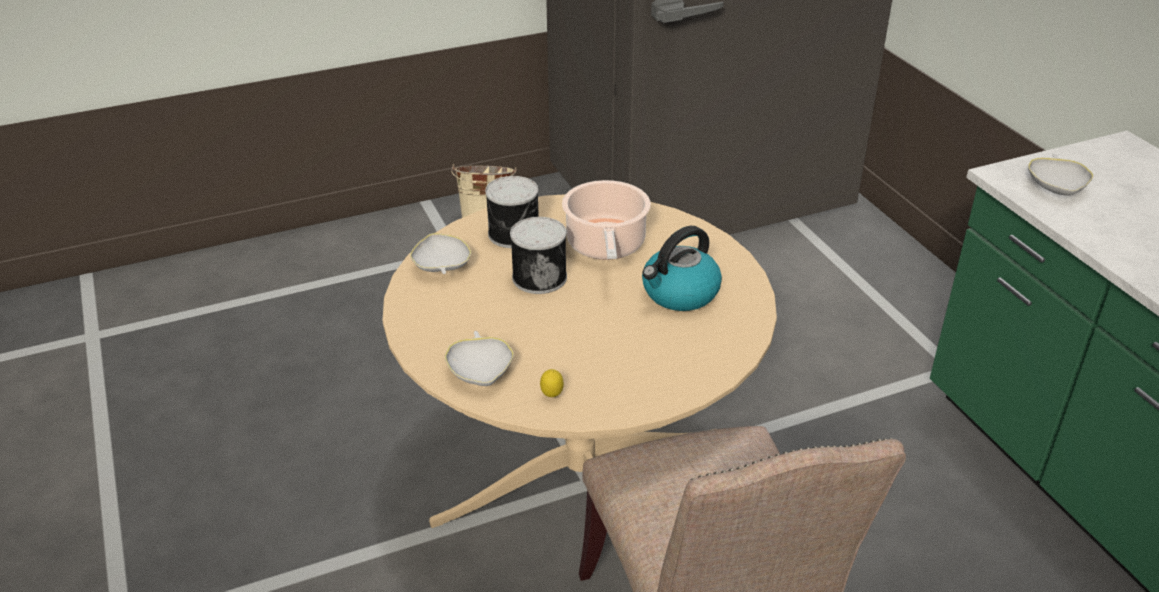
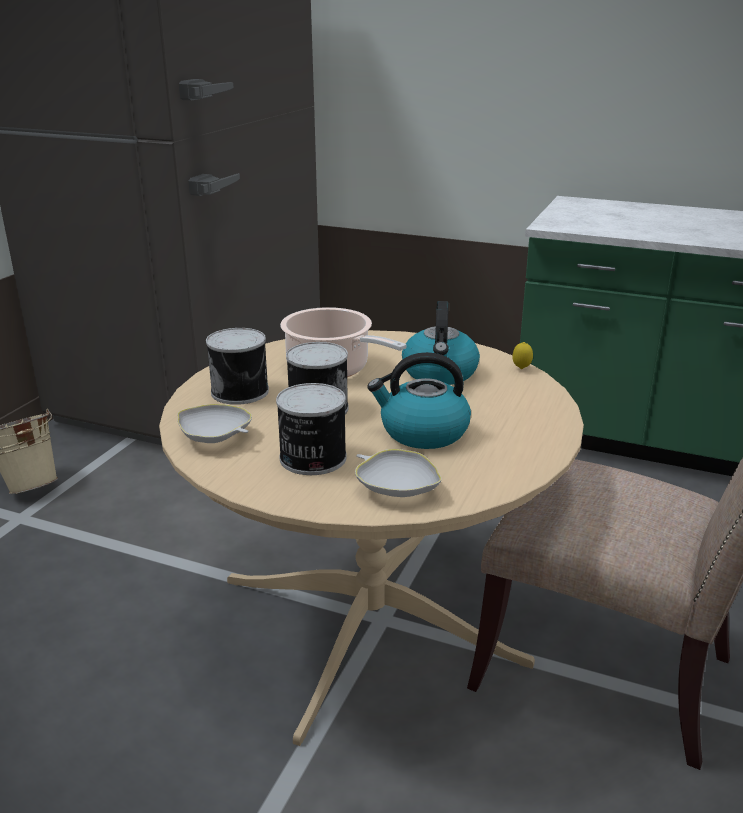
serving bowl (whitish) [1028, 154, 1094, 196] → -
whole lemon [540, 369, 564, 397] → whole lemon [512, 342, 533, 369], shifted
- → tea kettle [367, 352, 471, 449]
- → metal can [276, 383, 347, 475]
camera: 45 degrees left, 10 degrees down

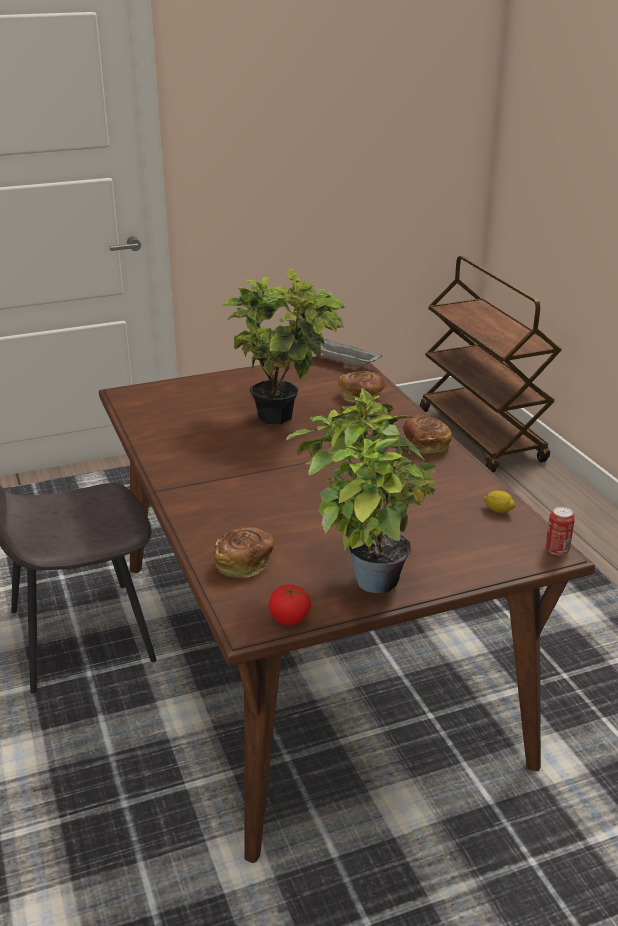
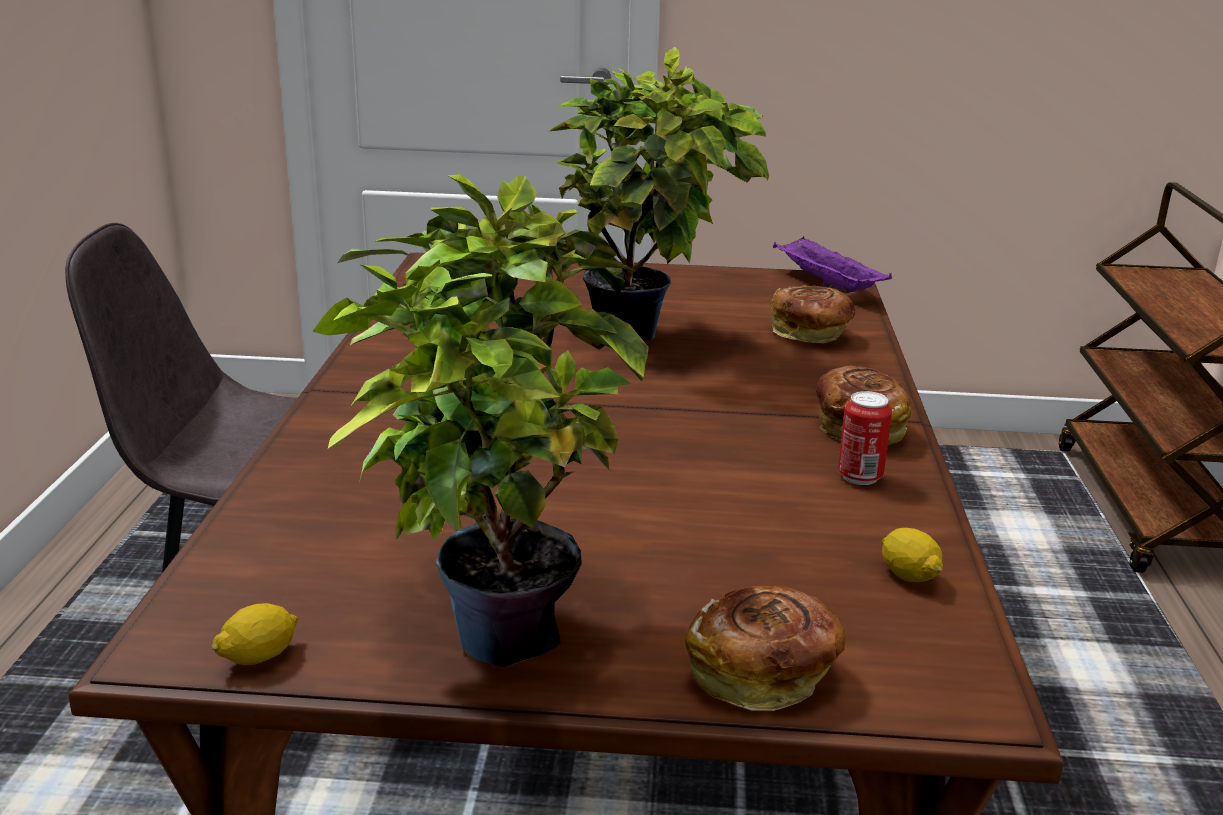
tray (grey) [320, 339, 383, 367] → tray (purplish) [773, 236, 892, 293]
metal can [545, 506, 575, 555] → metal can [838, 391, 892, 485], shifted
bakery bread [214, 527, 275, 577] → bakery bread [685, 586, 845, 711], shifted
fresh tomato [269, 584, 311, 625] → whole lemon [212, 603, 298, 665]
camera: 25 degrees right, 5 degrees down

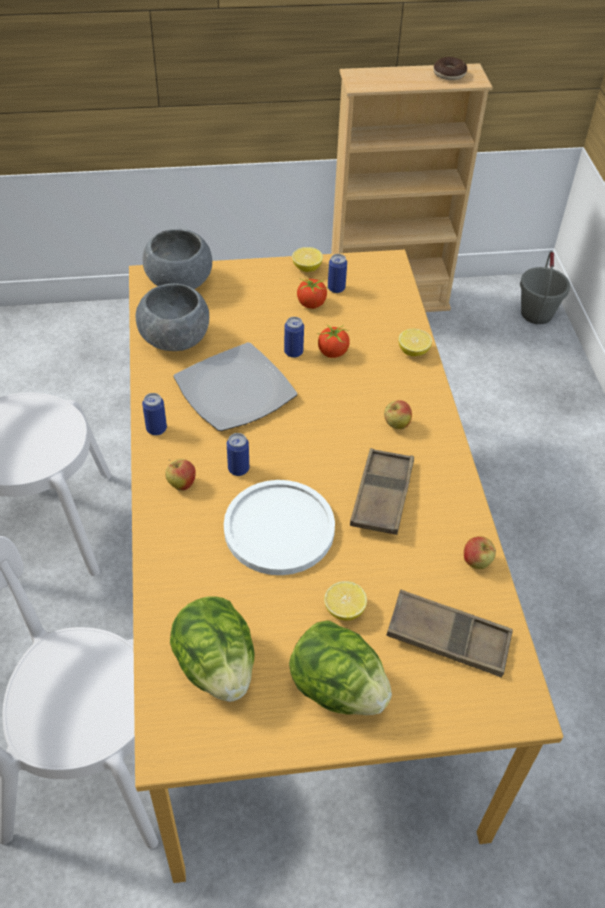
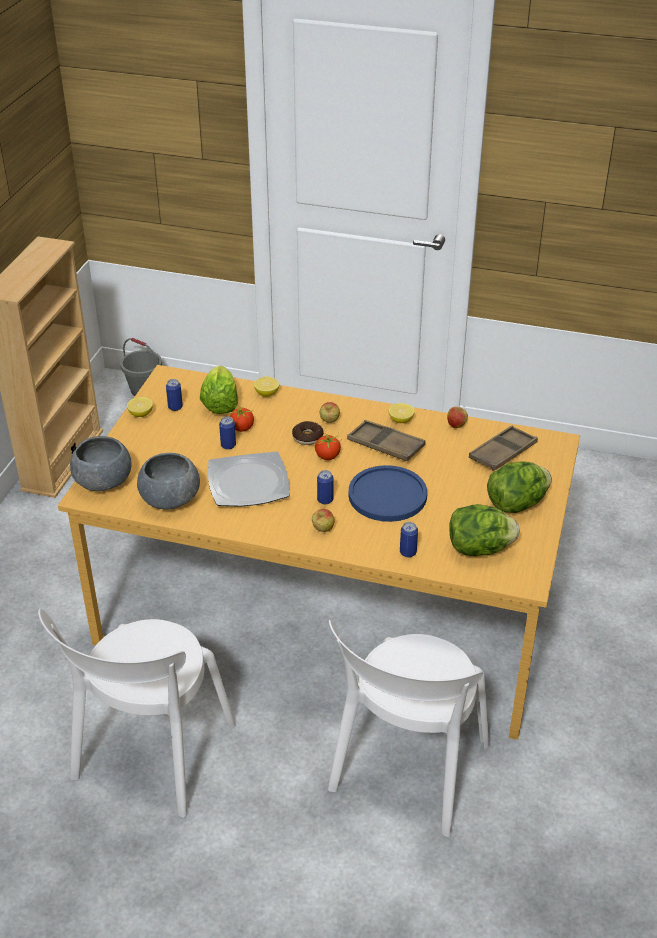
ring doughnut [433, 57, 467, 80] → ring doughnut [292, 421, 324, 445], shifted
fresh tomato [297, 278, 327, 309] → fresh tomato [315, 433, 342, 460], shifted
metal can [142, 393, 167, 435] → metal can [400, 522, 418, 557], shifted
flat dish (whitish) [224, 480, 335, 575] → flat dish (blue-coloured) [349, 465, 427, 522]
whole lemon [324, 581, 367, 621] → whole lemon [389, 403, 415, 423], shifted
- → lettuce [200, 366, 238, 414]
camera: 65 degrees left, 10 degrees down

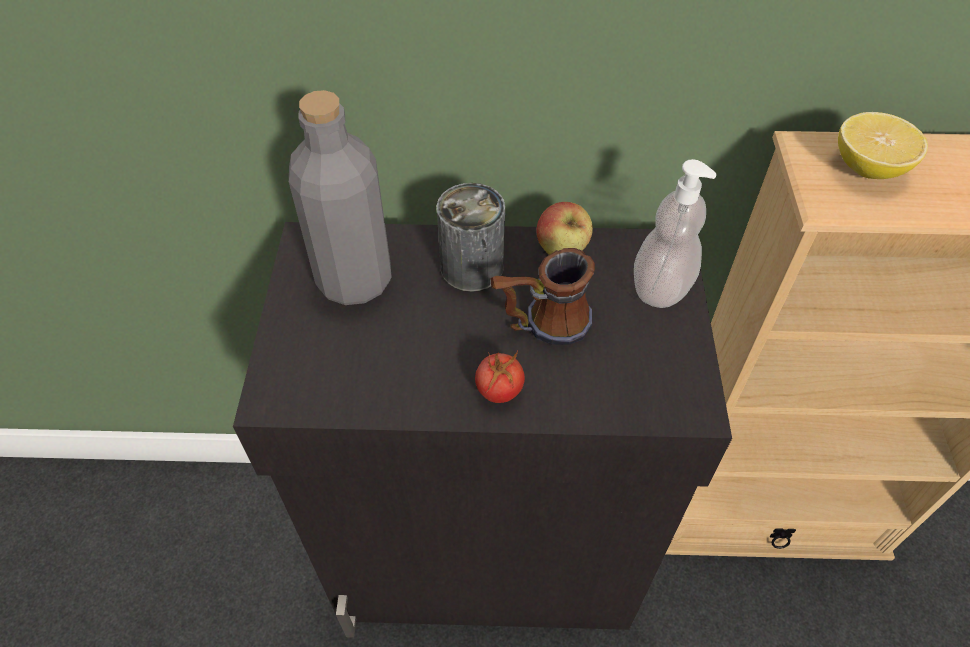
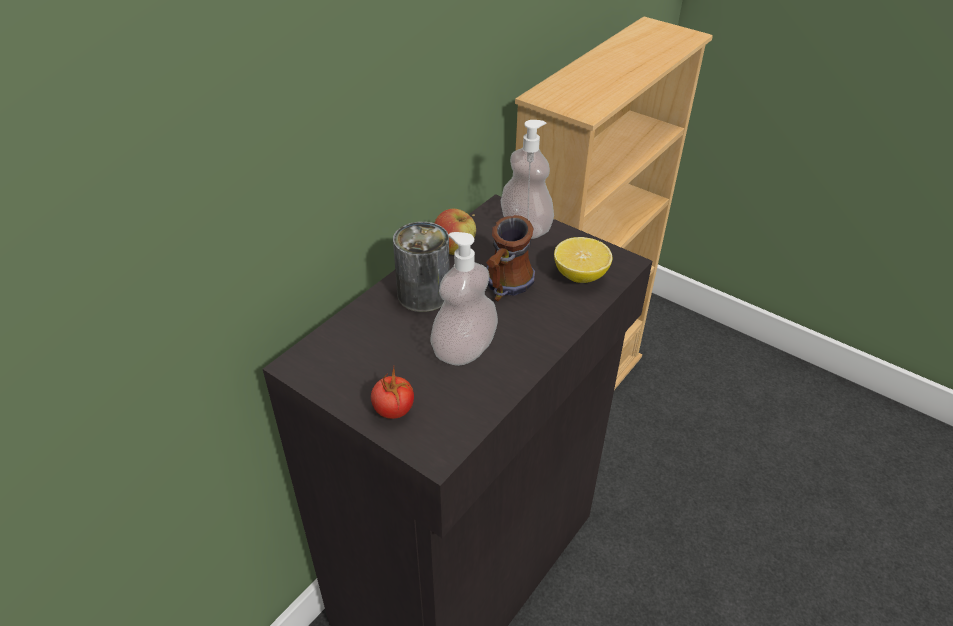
beverage bottle (grey) [289, 90, 391, 305] → -
whole lemon [838, 112, 928, 179] → whole lemon [554, 237, 612, 283], shifted
fresh tomato [475, 351, 525, 403] → fresh tomato [371, 368, 414, 419], shifted
- → liquid soap bottle [431, 232, 498, 366]
camera: 55 degrees left, 10 degrees down

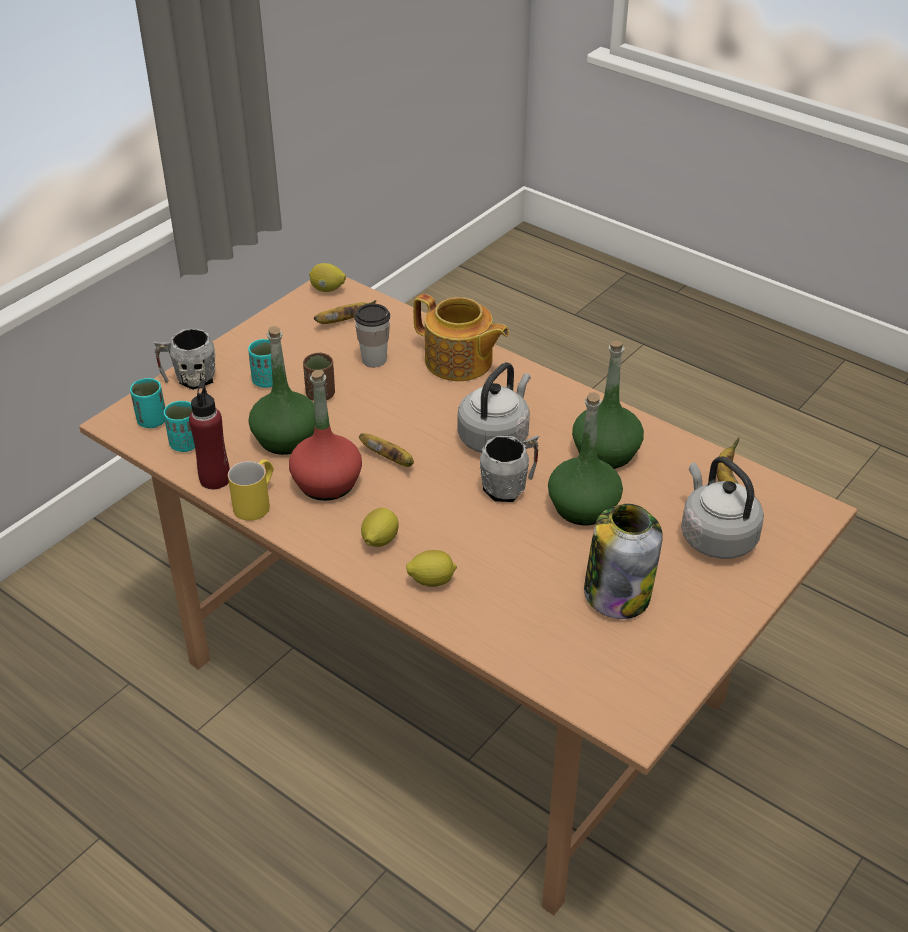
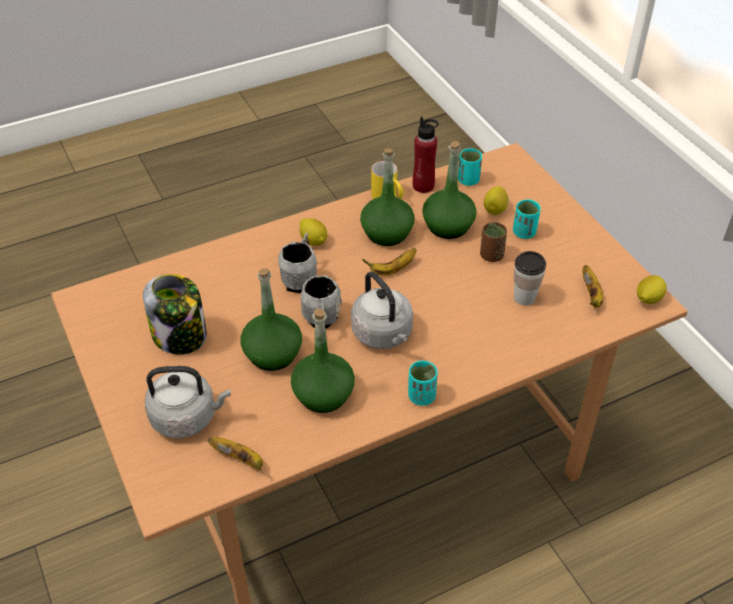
teapot [413, 294, 509, 381] → -
coffee mug (grey) [153, 329, 216, 390] → coffee mug (grey) [278, 233, 317, 293], shifted
beverage bottle (reddish) [289, 370, 362, 501] → beverage bottle (green) [360, 148, 415, 246]
small cup (turquoise-coloured) [130, 378, 165, 428] → small cup (turquoise-coloured) [408, 361, 438, 406], shifted
whole lemon [406, 550, 457, 587] → whole lemon [484, 186, 509, 215], shifted
camera: 115 degrees right, 5 degrees up

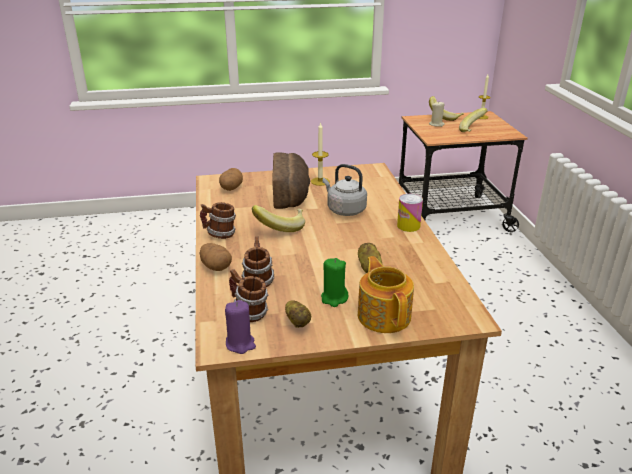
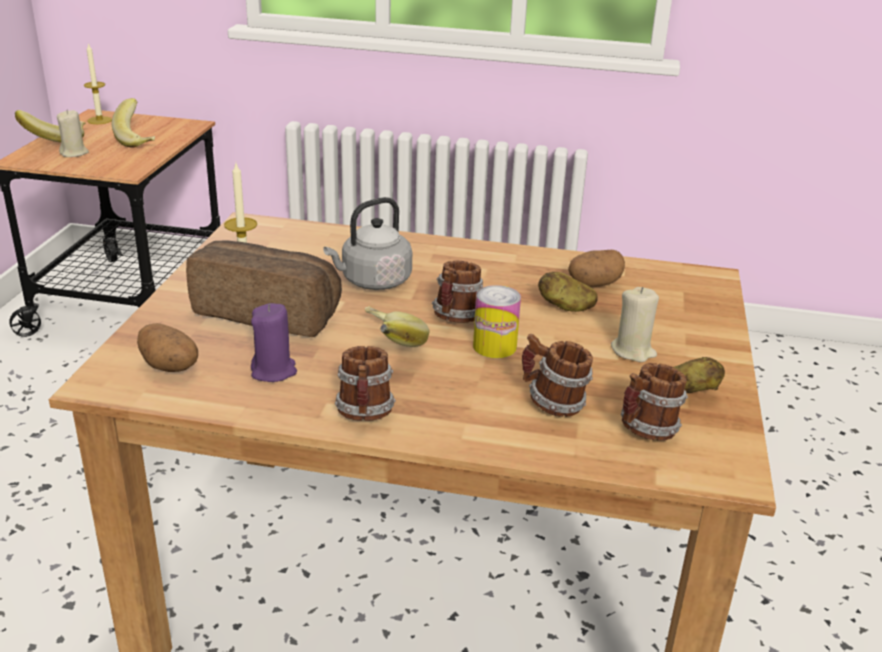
metal can [397, 194, 423, 232] → metal can [473, 285, 521, 358], shifted
whole potato [200, 243, 232, 271] → whole potato [568, 250, 625, 287], shifted
teapot [358, 256, 414, 333] → -
wax light (green) [321, 258, 349, 307] → wax light (beige-coloured) [611, 287, 659, 362]
wax light (purplish) [225, 300, 256, 354] → wax light (purplish) [251, 303, 297, 382], shifted
- → coffee mug [432, 261, 483, 323]
camera: 70 degrees left, 0 degrees up

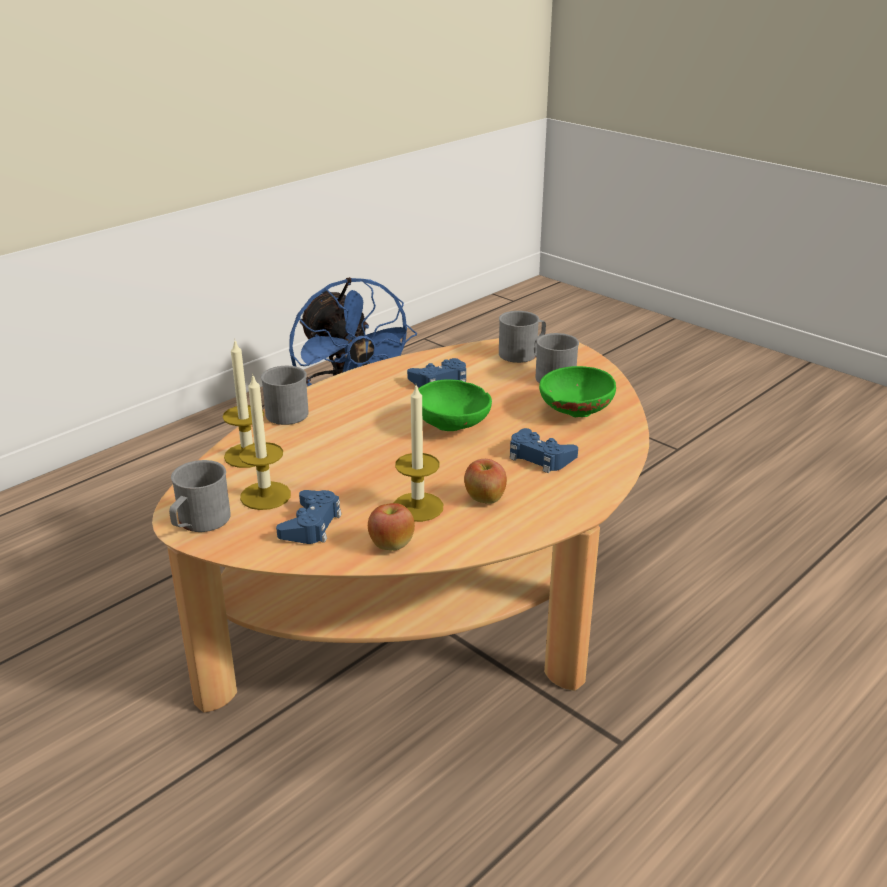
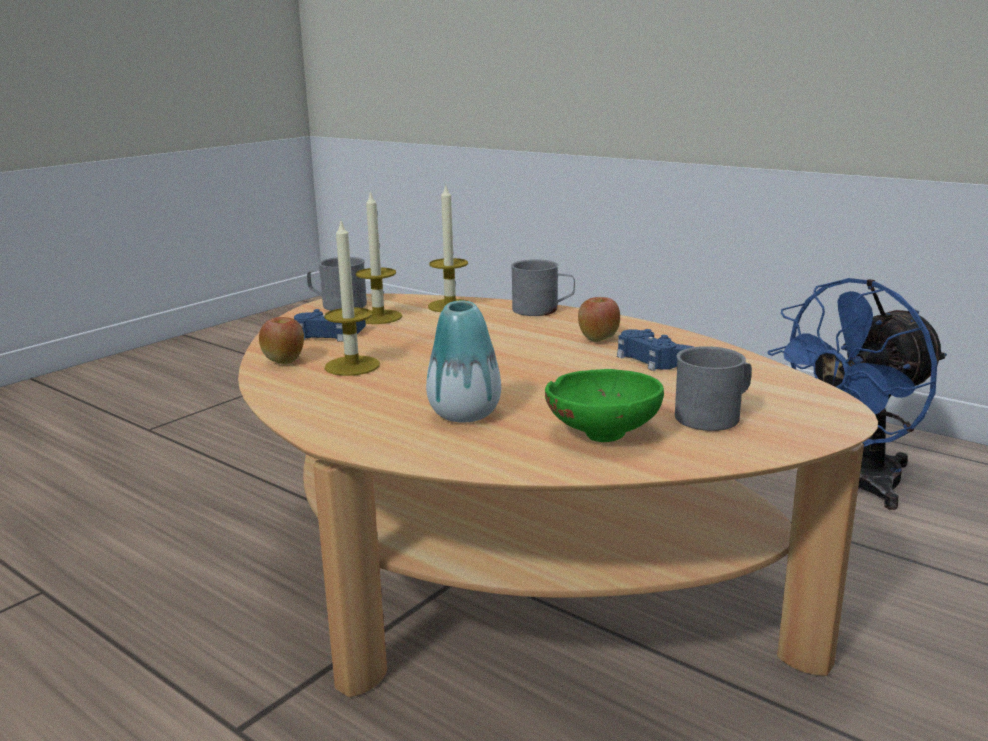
coffee mug (grey) [499, 311, 546, 363] → -
serving bowl (green) [418, 379, 492, 431] → -
game controller (blue-coloured) [510, 428, 578, 473] → flower vase [426, 300, 501, 423]
apple fruit [464, 459, 507, 504] → apple fruit [578, 297, 620, 342], shifted
camera: 85 degrees right, 10 degrees down

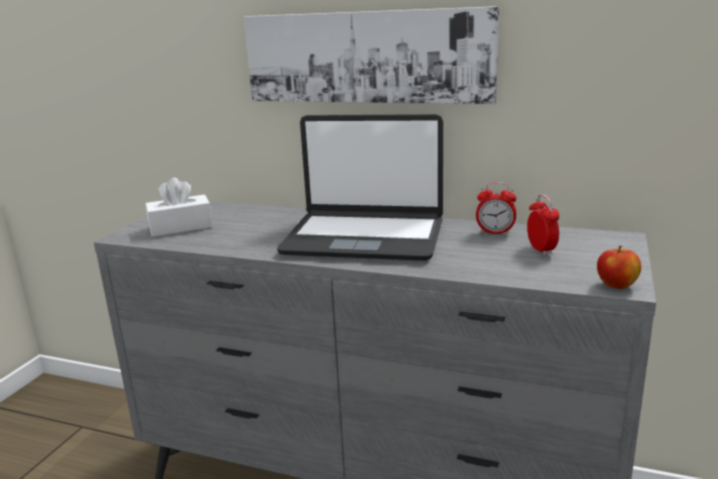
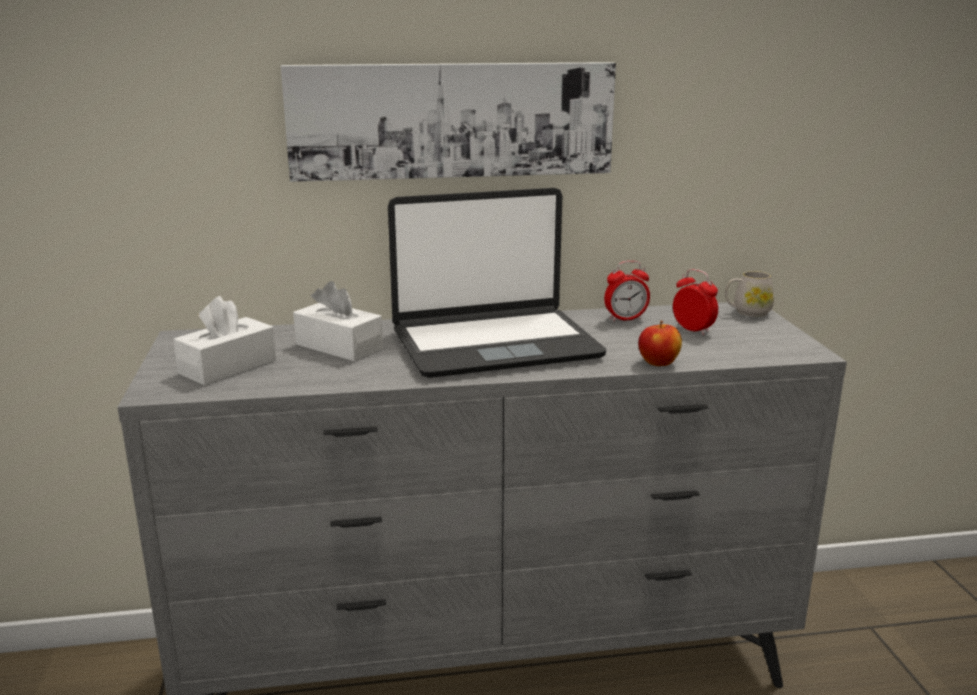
apple fruit [597, 245, 641, 289] → apple fruit [638, 321, 682, 366], shifted
- → coffee mug (whitish) [725, 271, 774, 317]
- → box of tissues (whitish) [293, 281, 383, 361]
camera: 30 degrees left, 0 degrees up

